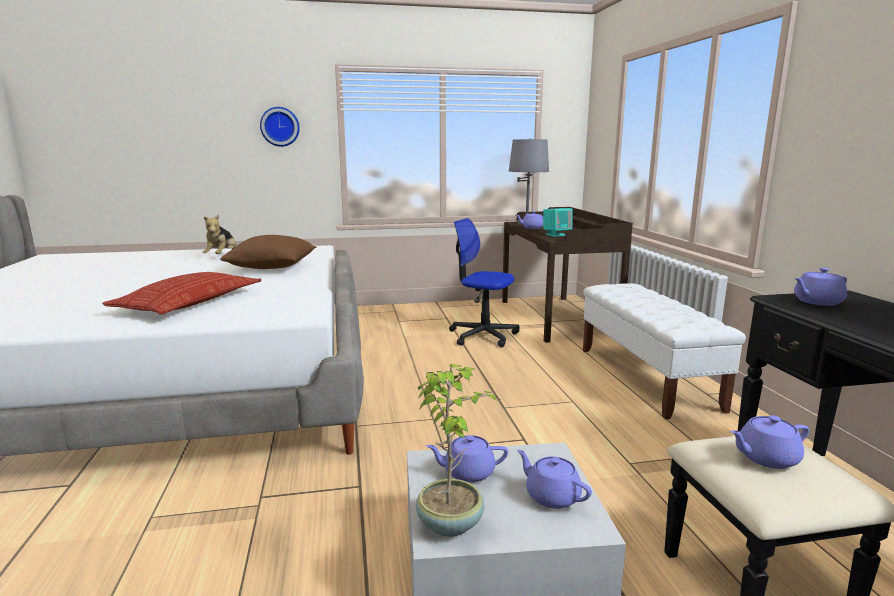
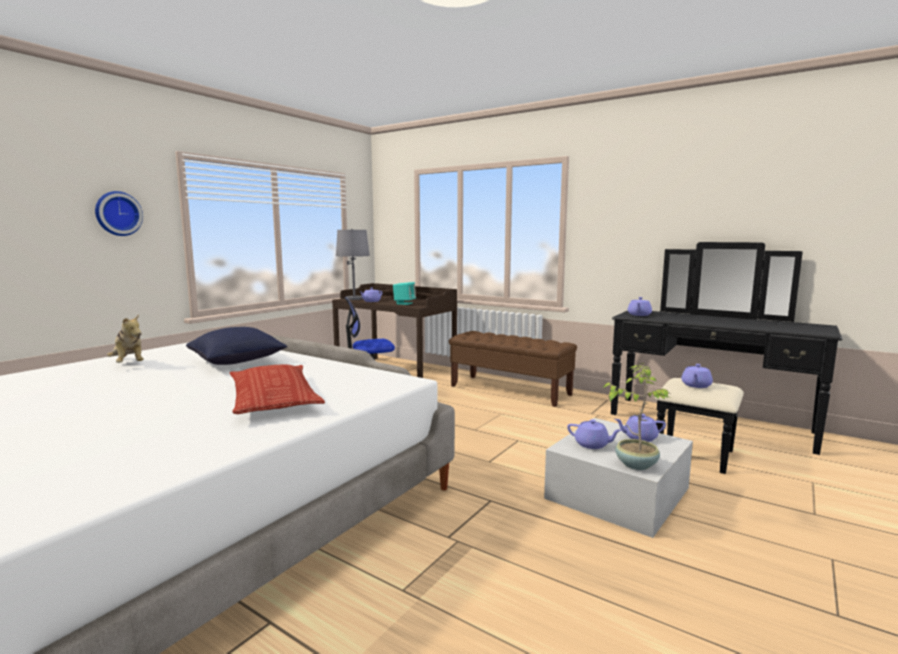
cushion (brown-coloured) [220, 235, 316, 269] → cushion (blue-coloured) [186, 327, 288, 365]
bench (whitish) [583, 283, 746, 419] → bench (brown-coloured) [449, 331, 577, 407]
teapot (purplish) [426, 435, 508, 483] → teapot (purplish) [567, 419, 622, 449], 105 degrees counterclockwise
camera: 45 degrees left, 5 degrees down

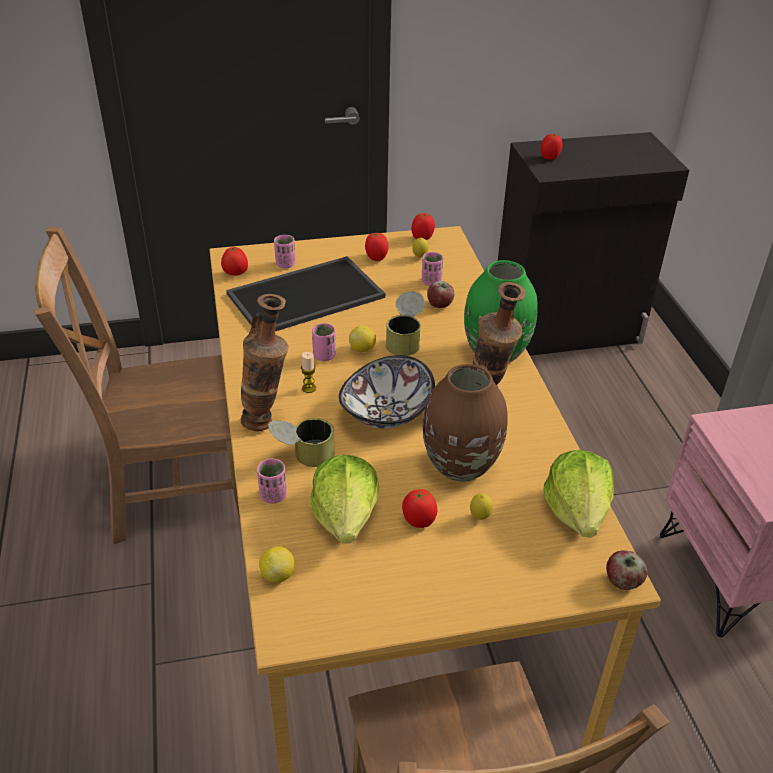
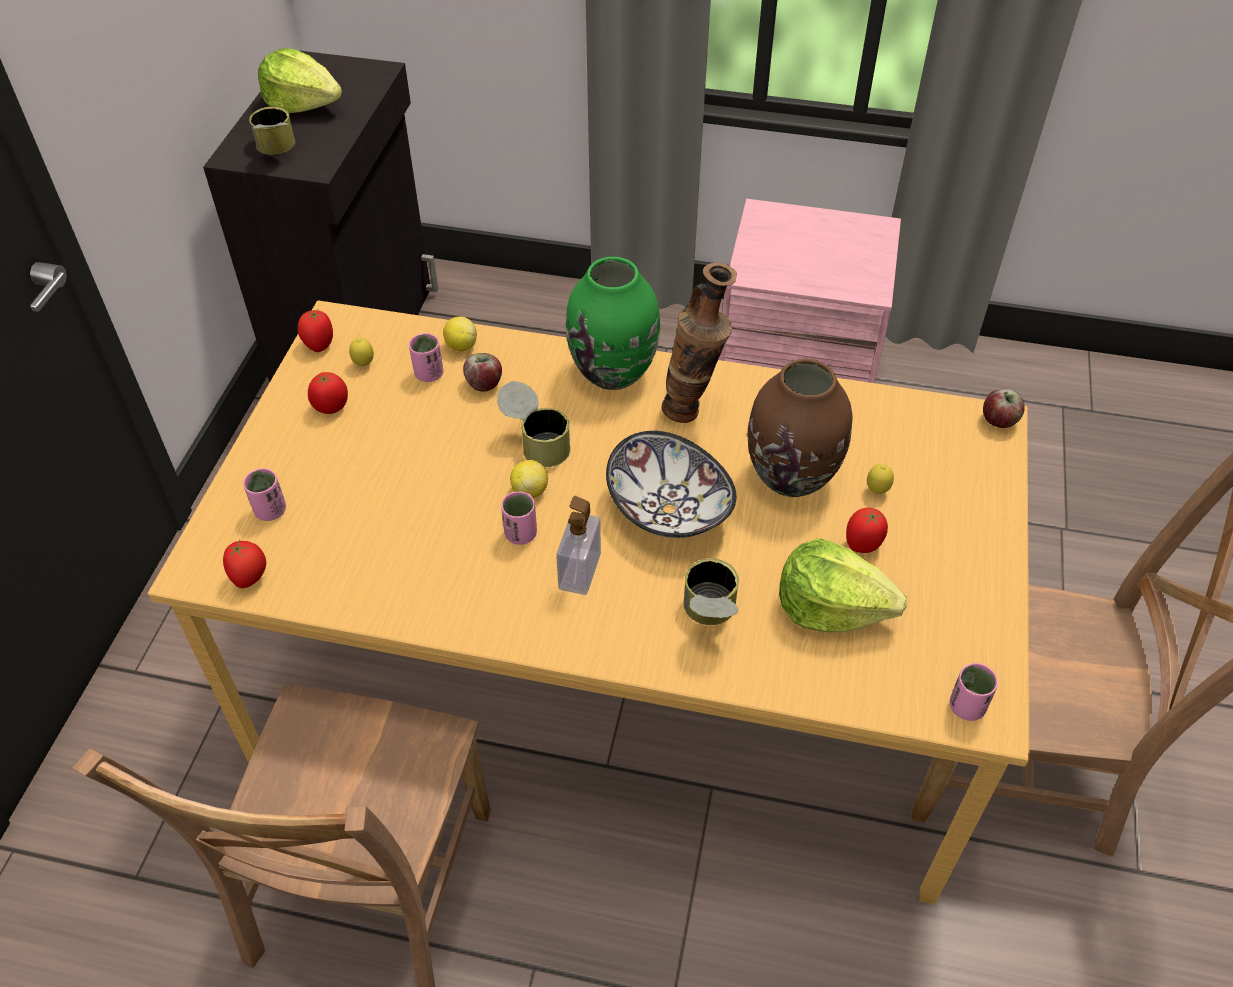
fresh tomato [541, 134, 563, 160] → metal can [249, 106, 295, 155]
tray [226, 256, 385, 331] → -
flower vase [241, 294, 288, 431] → -
wax light [301, 352, 316, 393] → liquid soap bottle [556, 496, 601, 595]
lettuce [544, 450, 614, 537] → lettuce [258, 48, 342, 113], shifted
small cup (pinkish) [257, 458, 287, 503] → small cup (pinkish) [950, 663, 998, 721], shifted
whole lemon [259, 546, 295, 583] → whole lemon [443, 316, 477, 351], shifted
camera: 65 degrees left, 10 degrees up

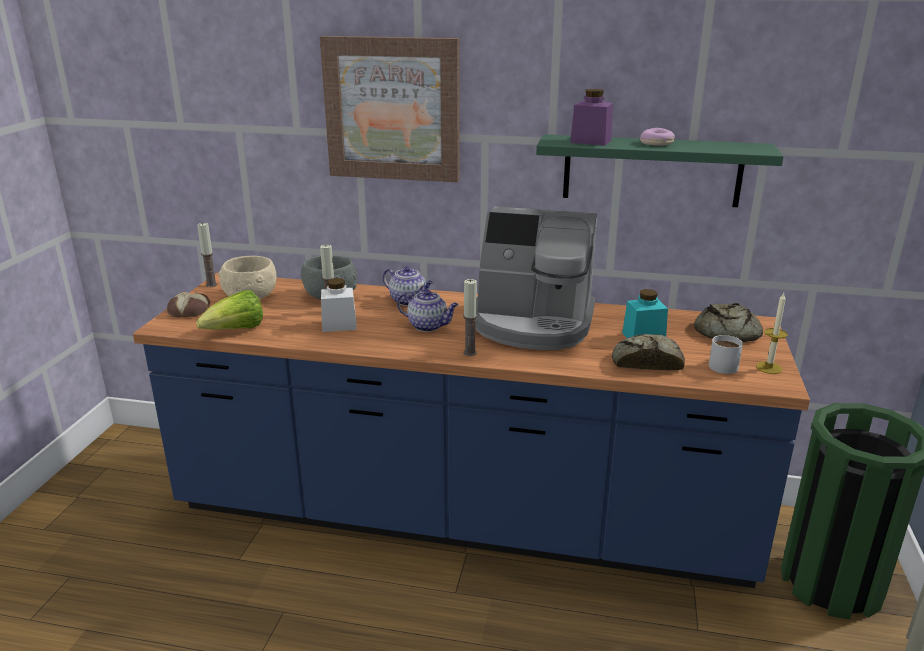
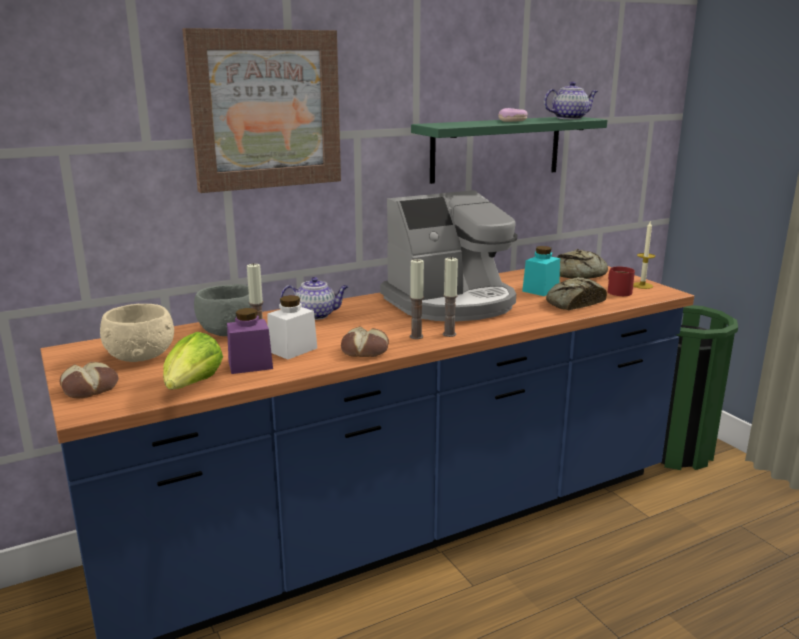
jar (purplish) [570, 89, 613, 146] → jar (purplish) [227, 308, 273, 374], shifted
wax light [197, 222, 217, 287] → wax light [410, 258, 424, 339], shifted
teapot [397, 290, 459, 332] → teapot [544, 81, 598, 119], shifted
coffee mug (whitish) [709, 335, 743, 374] → coffee mug (reddish) [608, 267, 635, 296]
- → bakery bread [341, 326, 389, 357]
camera: 40 degrees left, 5 degrees down

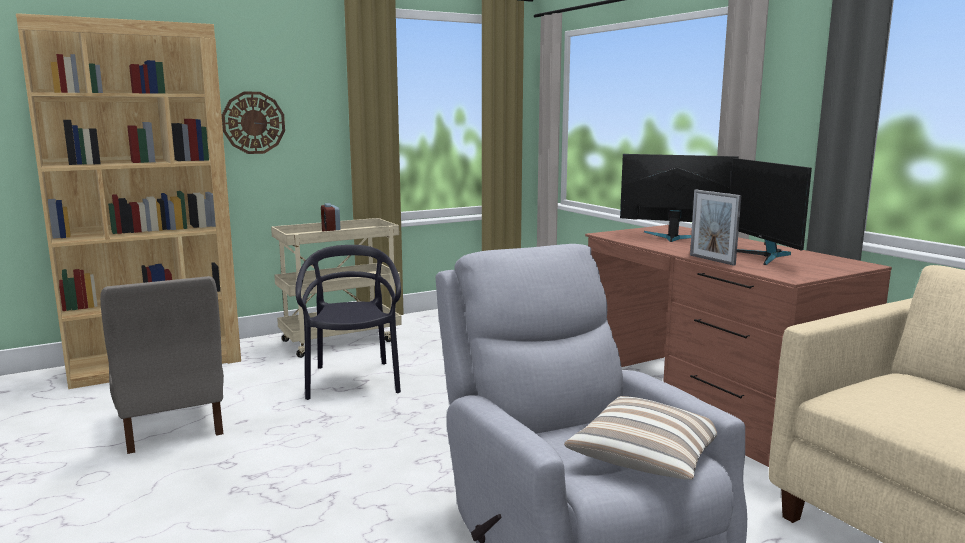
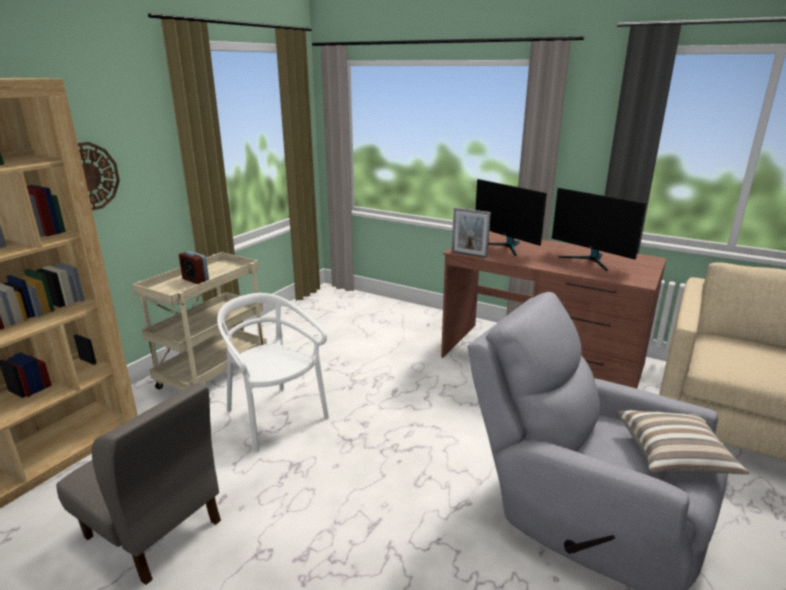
monitor [620, 154, 739, 242] → monitor [475, 179, 547, 256], 120 degrees counterclockwise
picture frame [690, 190, 741, 266] → picture frame [452, 207, 491, 258], shifted
chair (blackish) [295, 245, 401, 400] → chair (whitish) [217, 293, 329, 452]
camera: 30 degrees left, 10 degrees up

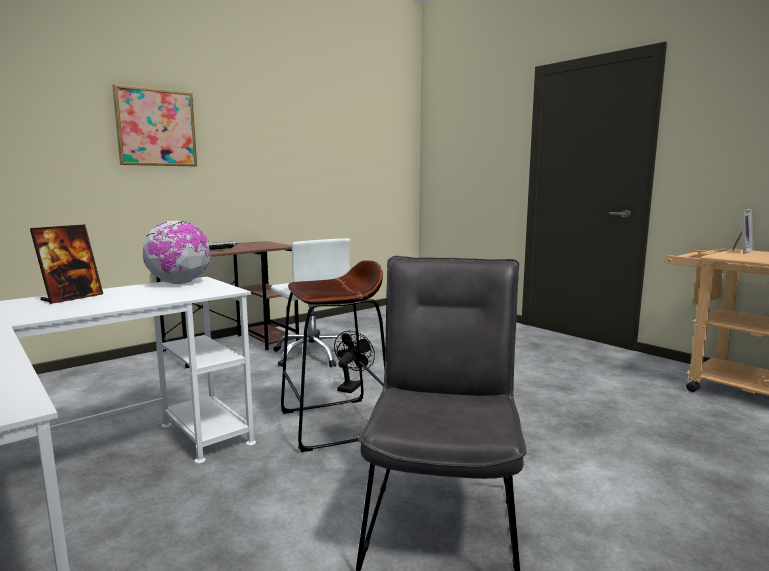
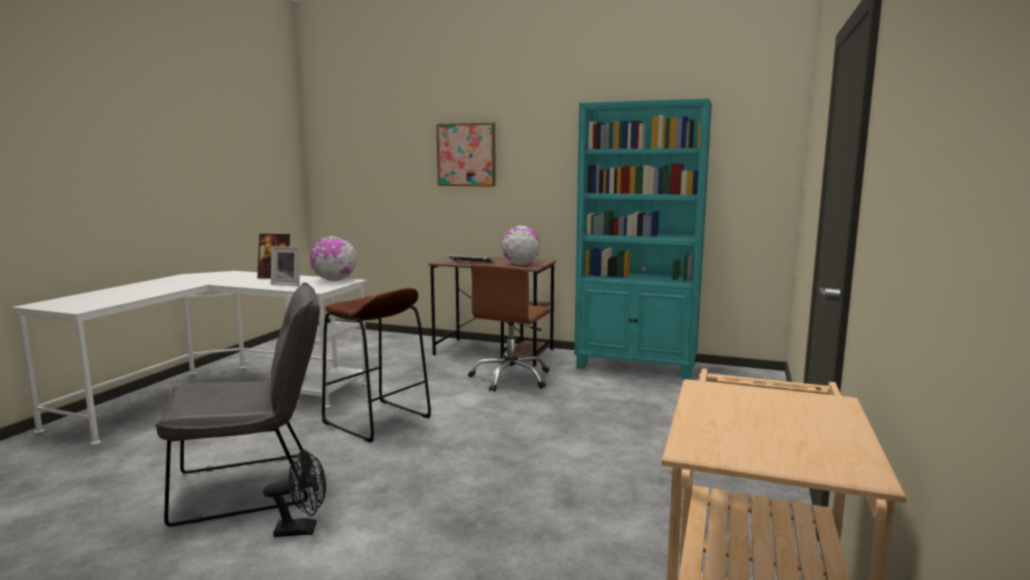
picture frame [732, 209, 754, 254] → picture frame [271, 246, 300, 286], shifted
desk chair (whitish) [271, 238, 350, 368] → desk chair (brown-coloured) [468, 264, 550, 392]
fan (blackish) [334, 331, 375, 393] → fan (blackish) [263, 449, 326, 537], shifted
- → bookcase (turquoise-coloured) [574, 98, 712, 380]
- → desk globe [501, 226, 541, 265]
camera: 60 degrees right, 0 degrees up

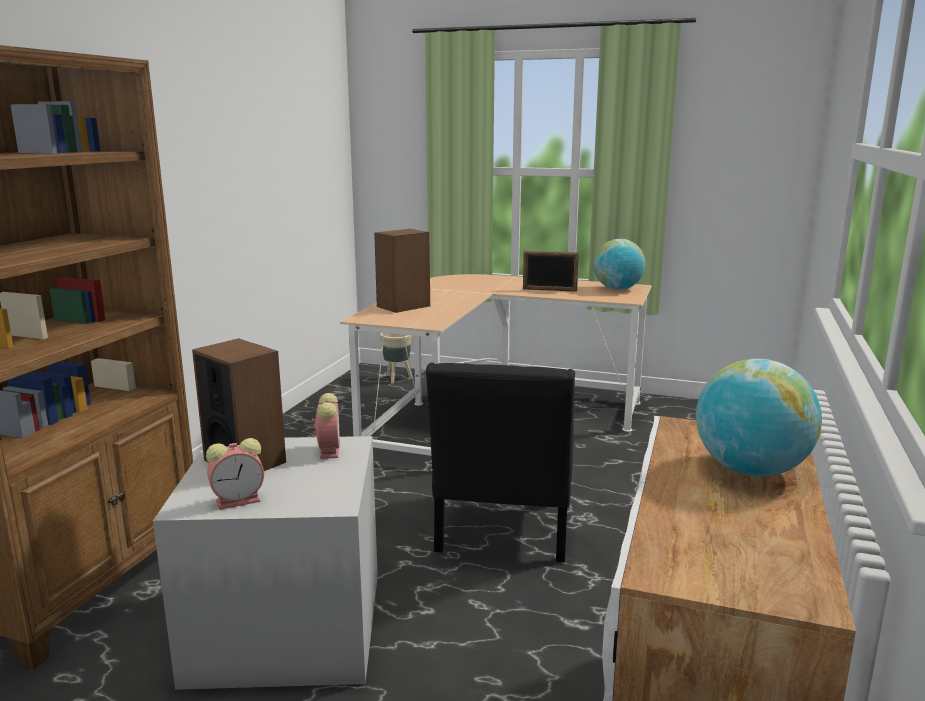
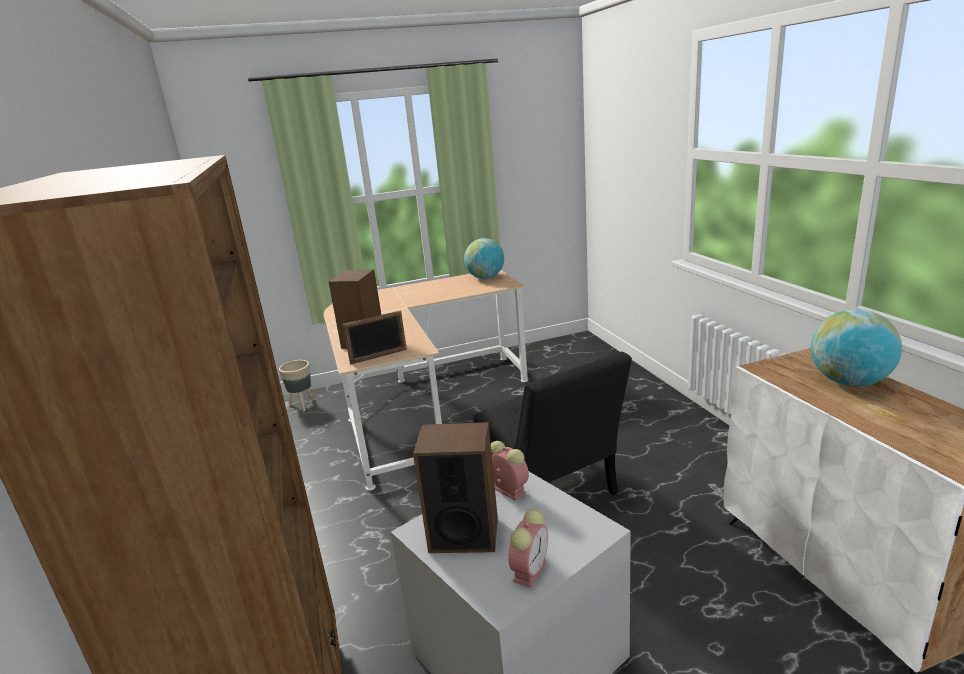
picture frame [523, 251, 579, 292] → picture frame [343, 311, 407, 364], shifted
camera: 35 degrees left, 5 degrees up

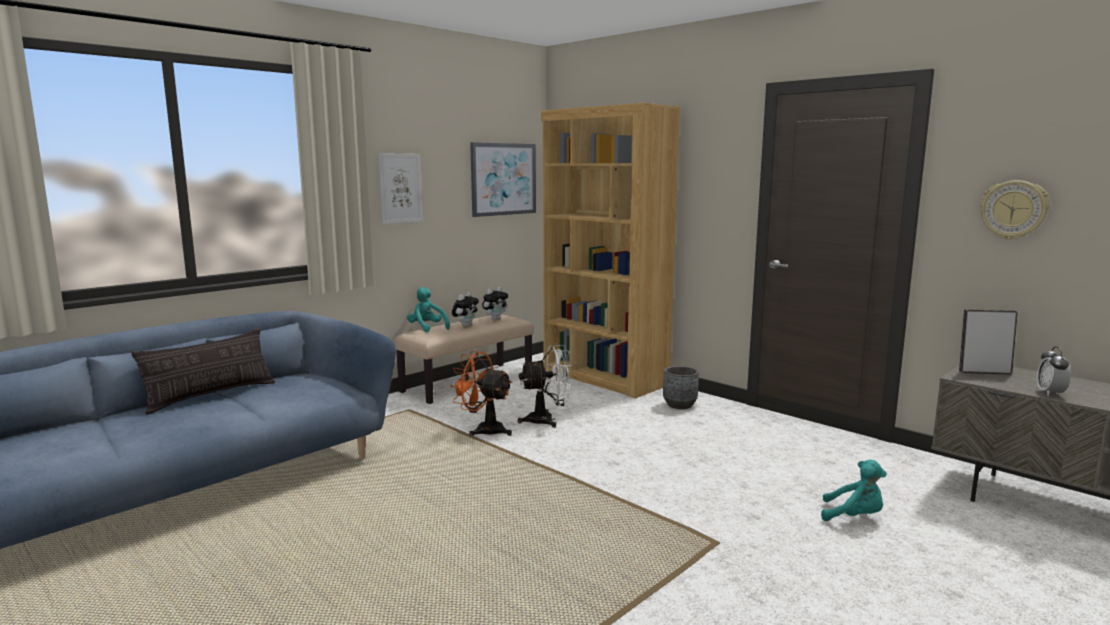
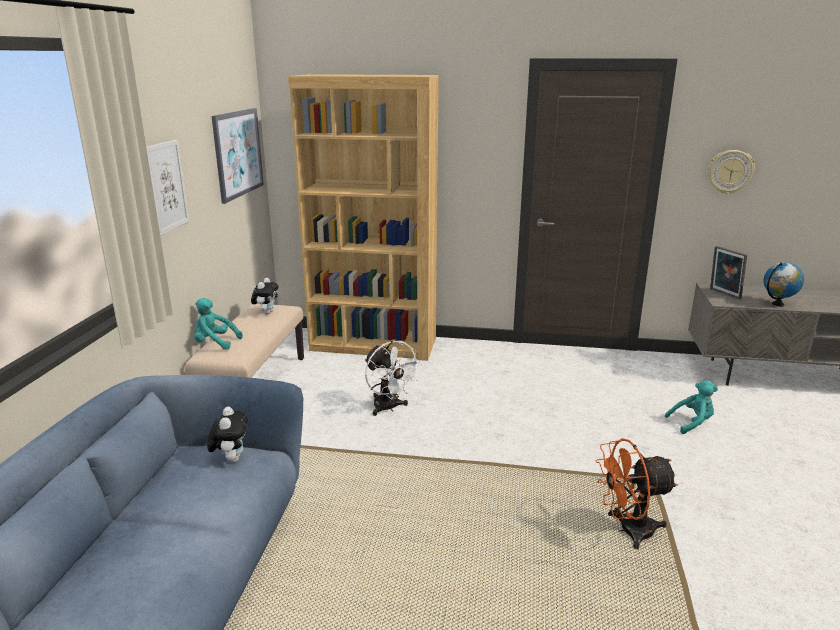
plush toy [452, 292, 479, 327] → plush toy [207, 407, 248, 463], shifted
picture frame [959, 309, 1018, 375] → picture frame [710, 246, 747, 299], 90 degrees counterclockwise
cushion [131, 328, 275, 415] → -
fan (whitish) [517, 345, 573, 428] → fan (whitish) [365, 341, 422, 416], 105 degrees clockwise
bedside clock [1037, 346, 1071, 396] → desk globe [764, 262, 804, 307]
fan (orangey) [450, 351, 513, 436] → fan (orangey) [596, 438, 678, 549], shifted
flower pot (grey) [663, 366, 699, 409] → -
camera: 35 degrees left, 10 degrees up

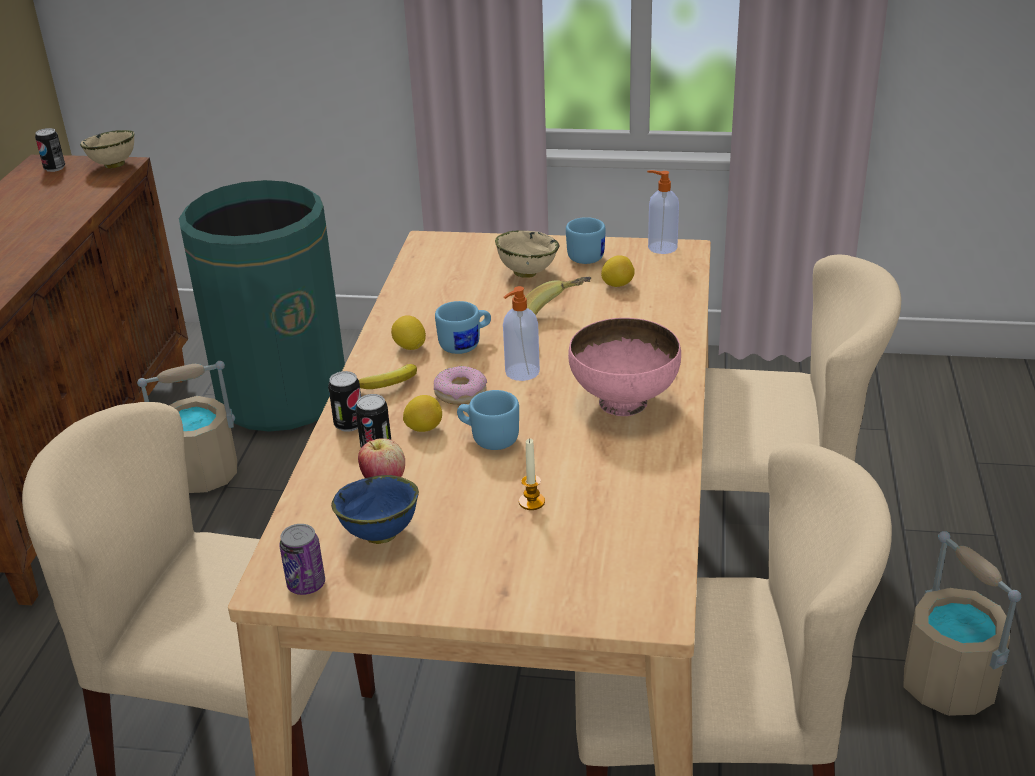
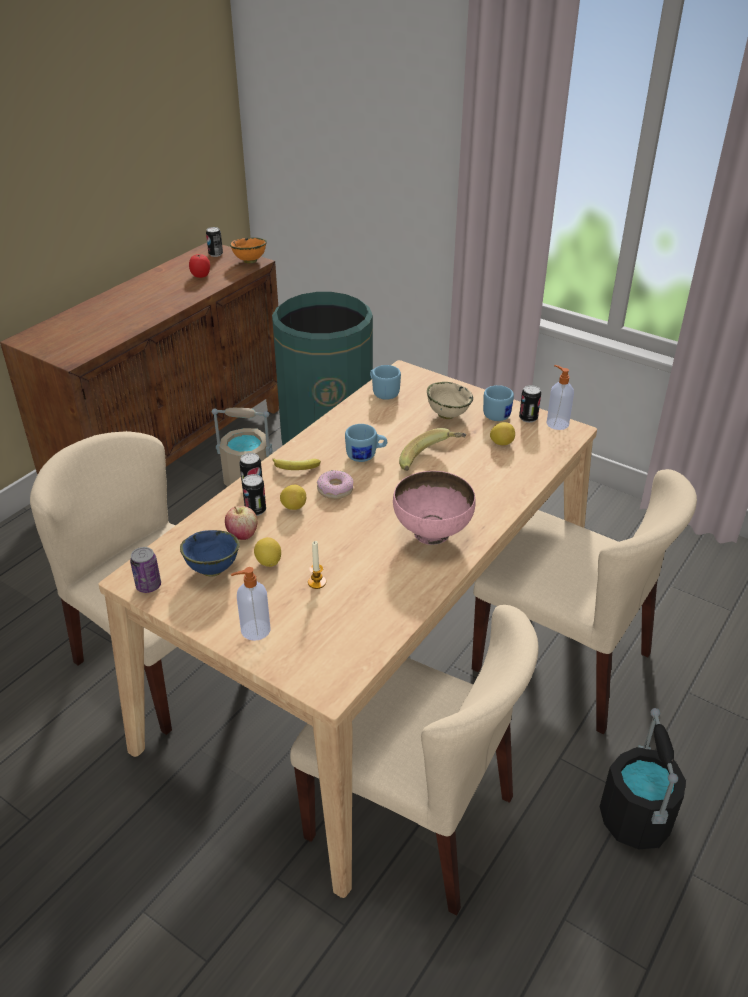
serving bowl (beige-coloured) [80, 130, 134, 169] → serving bowl (orangey) [230, 237, 267, 264]
liquid soap bottle [503, 286, 540, 381] → liquid soap bottle [231, 567, 271, 641], shifted
whole lemon [391, 315, 426, 350] → whole lemon [254, 537, 281, 567], shifted
coffee mug (blue-coloured) [457, 390, 519, 450] → coffee mug (blue-coloured) [370, 365, 401, 400], shifted
pail (beige-coloured) [903, 531, 1021, 716] → pail (blackish) [600, 708, 686, 849]
- → fresh tomato [189, 254, 210, 278]
- → metal can [519, 385, 541, 423]
camera: 25 degrees right, 5 degrees up

